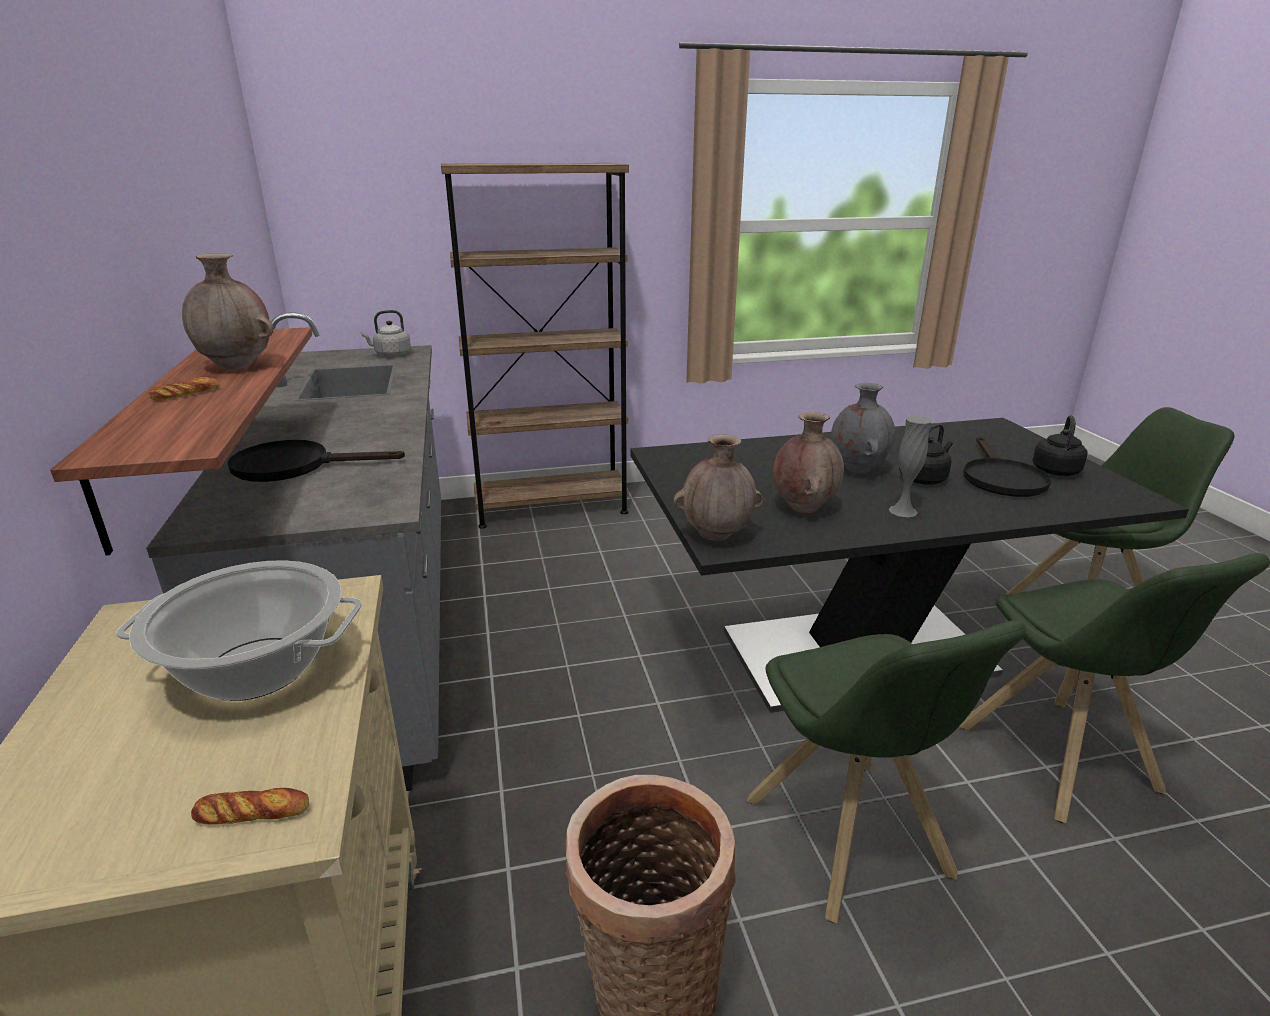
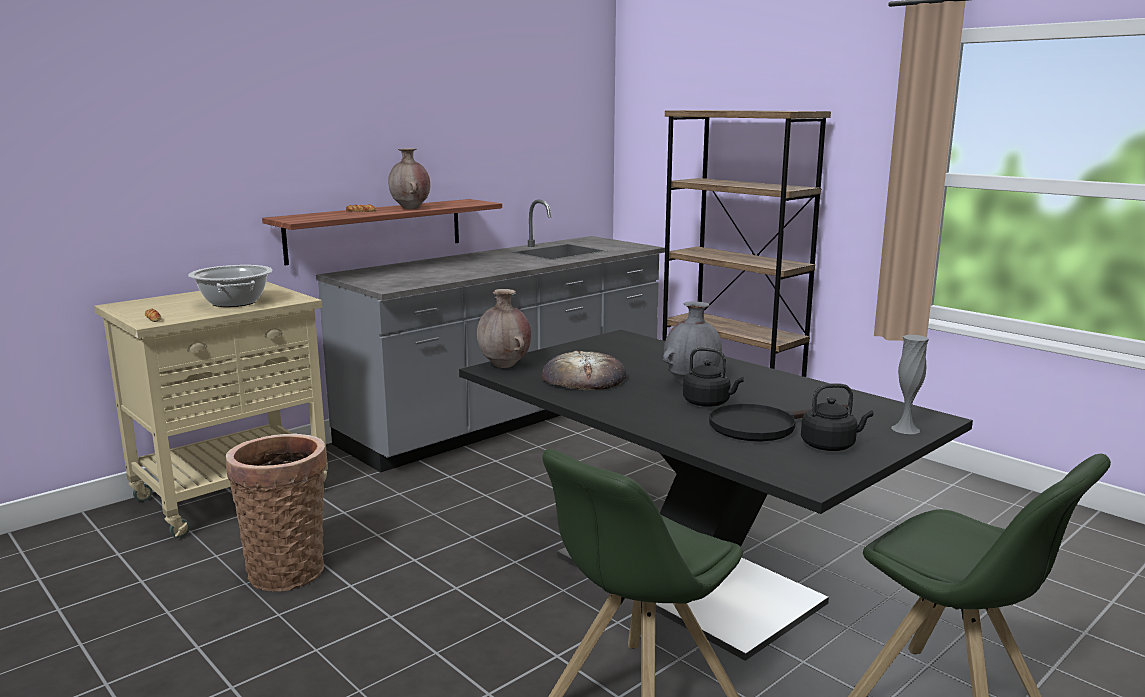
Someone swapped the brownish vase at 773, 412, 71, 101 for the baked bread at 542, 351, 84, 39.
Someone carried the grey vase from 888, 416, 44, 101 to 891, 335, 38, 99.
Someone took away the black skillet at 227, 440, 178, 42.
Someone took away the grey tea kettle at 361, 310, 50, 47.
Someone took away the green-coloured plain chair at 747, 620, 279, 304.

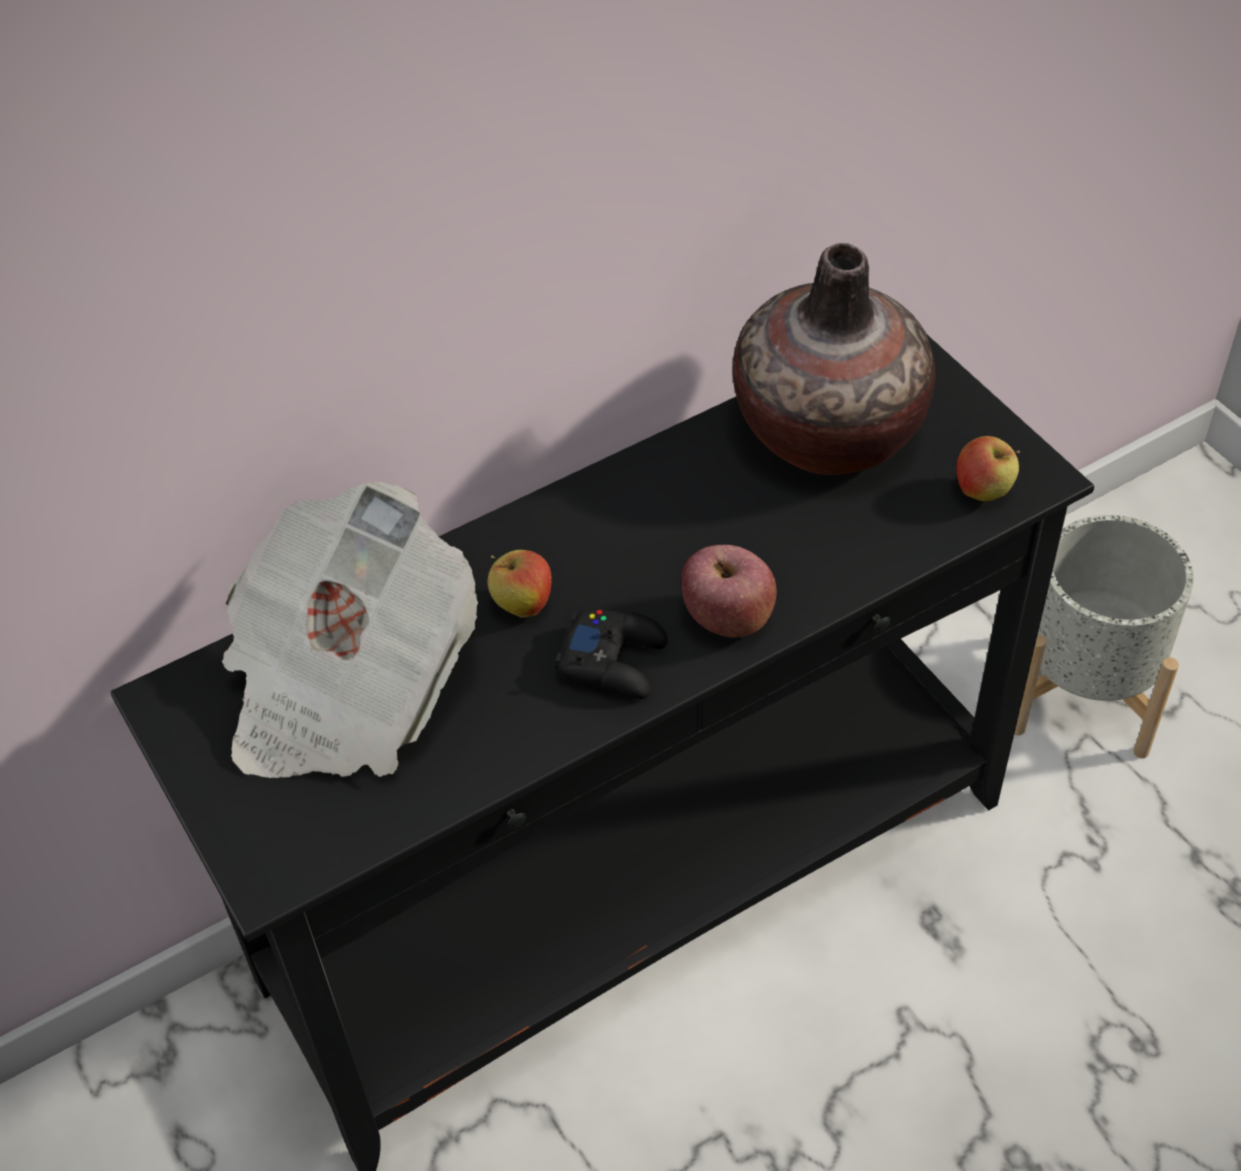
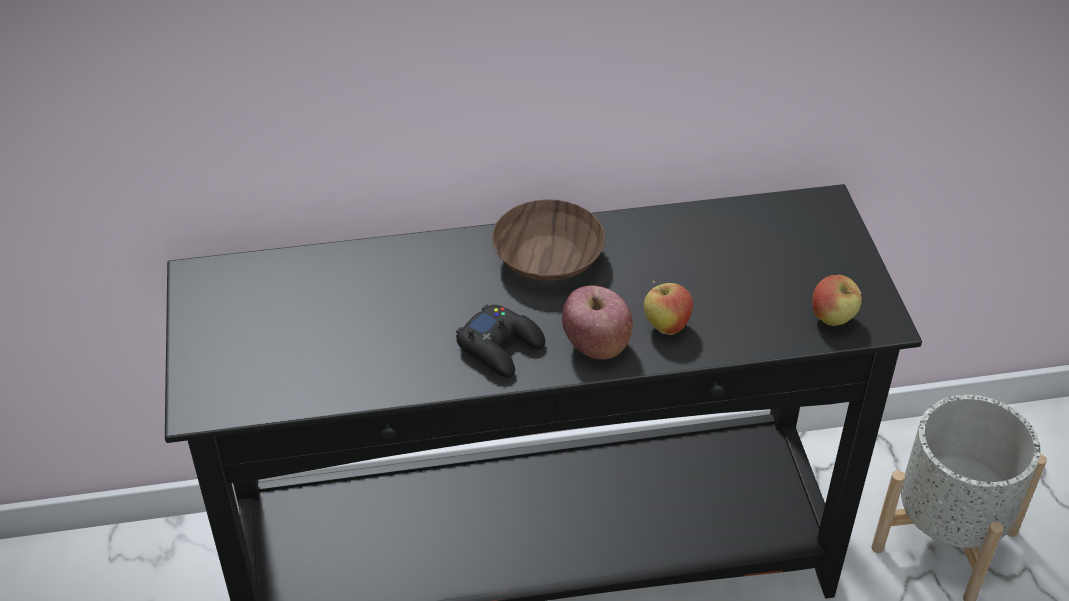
Someone put down the brownish serving bowl at 492, 199, 113, 82.
Someone carried the apple fruit from 487, 550, 64, 68 to 644, 281, 49, 54.
Someone took away the printed paper at 222, 481, 256, 297.
Someone took away the vase at 733, 243, 203, 232.

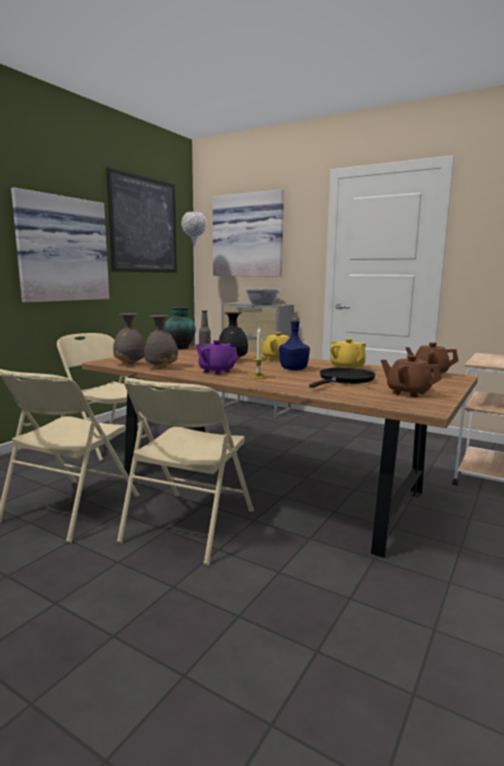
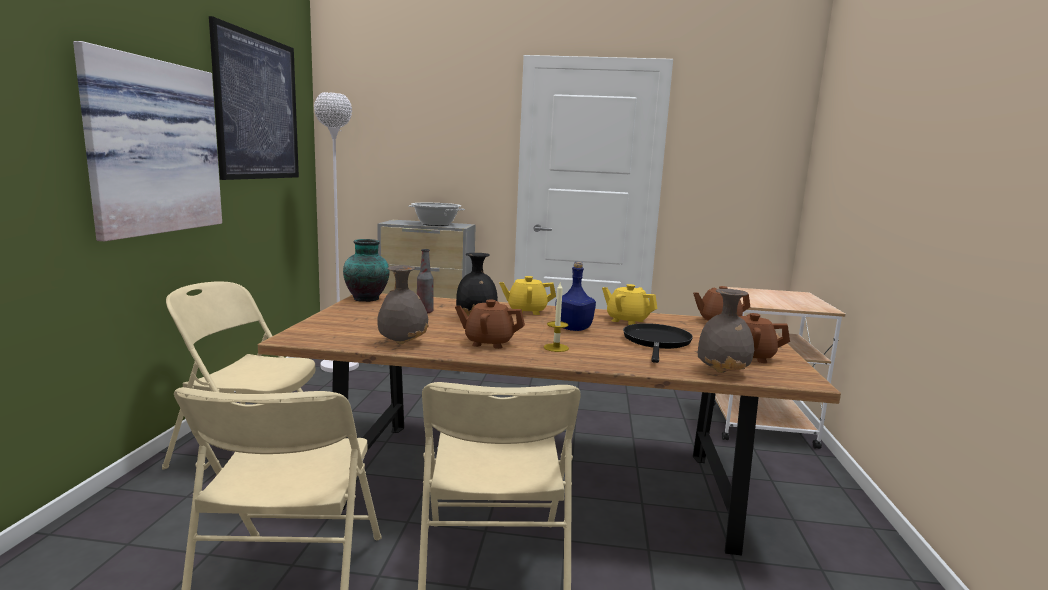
Someone repainted the purplish tea pot at 196, 340, 42, 34, which became the brownish tea pot at 455, 299, 70, 50.
Someone carried the grey vase from 113, 313, 33, 51 to 698, 289, 56, 84.
Someone took away the wall picture at 213, 189, 71, 88.

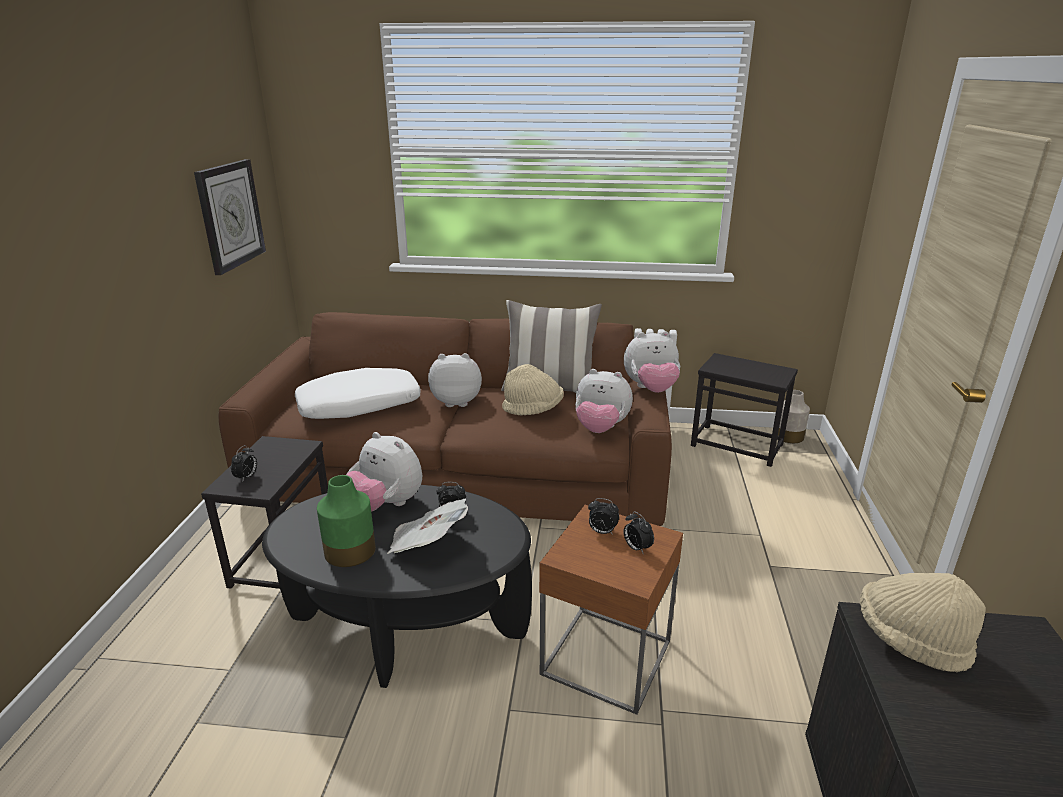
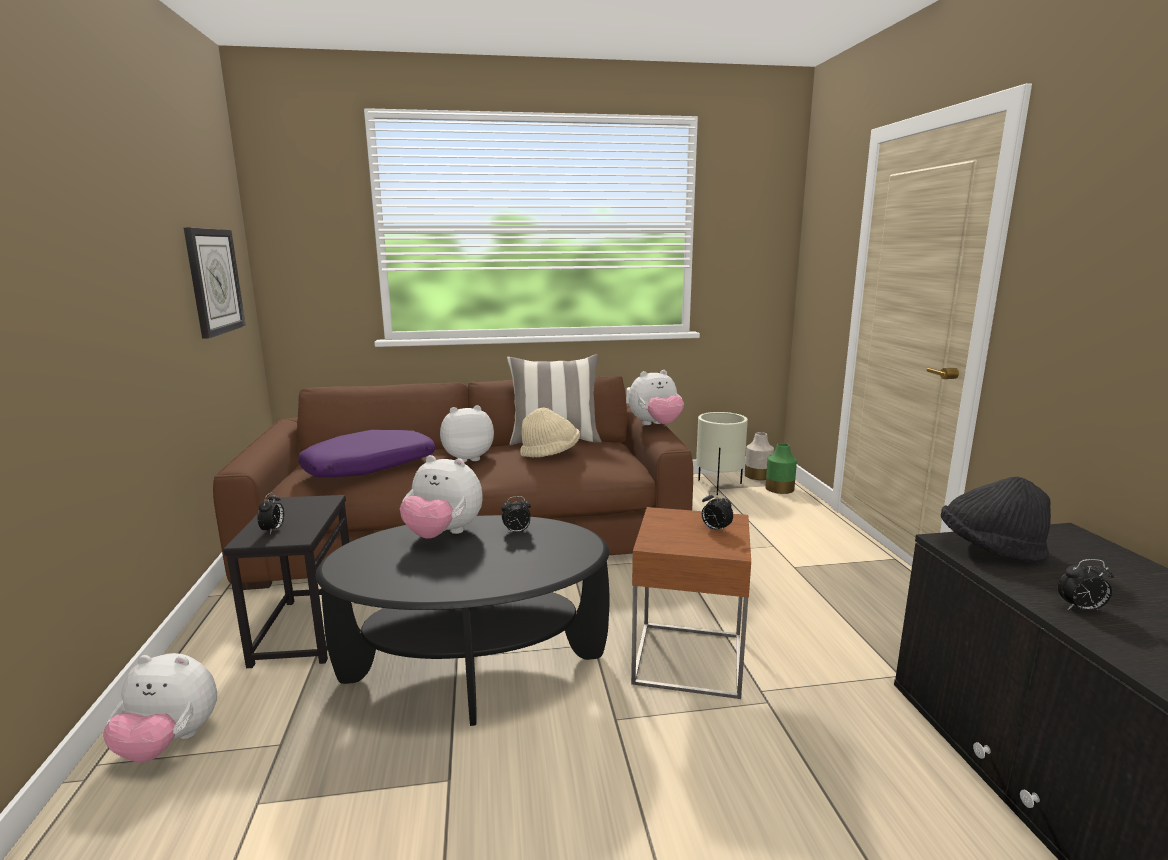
Someone carried the soft toy from 575, 369, 58, 64 to 103, 653, 114, 110.
Someone repainted the white-coloured cushion at 295, 368, 126, 51, which became the purplish cushion at 298, 430, 137, 47.
Someone swapped the black end table at 691, 353, 107, 114 for the beige-coloured plant pot at 696, 412, 52, 83.
Someone carried the green-coloured vase from 317, 475, 59, 92 to 765, 443, 32, 51.
Someone repainted the beige-coloured hat at 860, 573, 126, 99, which became the black hat at 941, 477, 110, 85.
Someone carried the bedside clock from 588, 498, 31, 37 to 1058, 559, 56, 52.
Someone took away the printed paper at 387, 499, 81, 55.

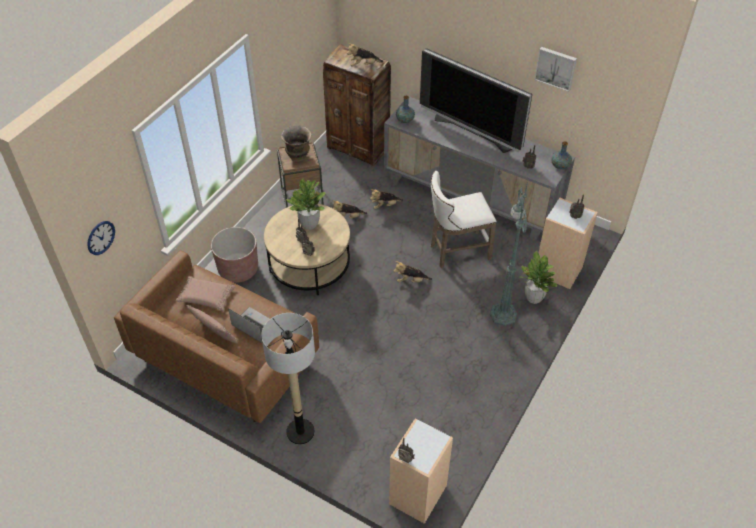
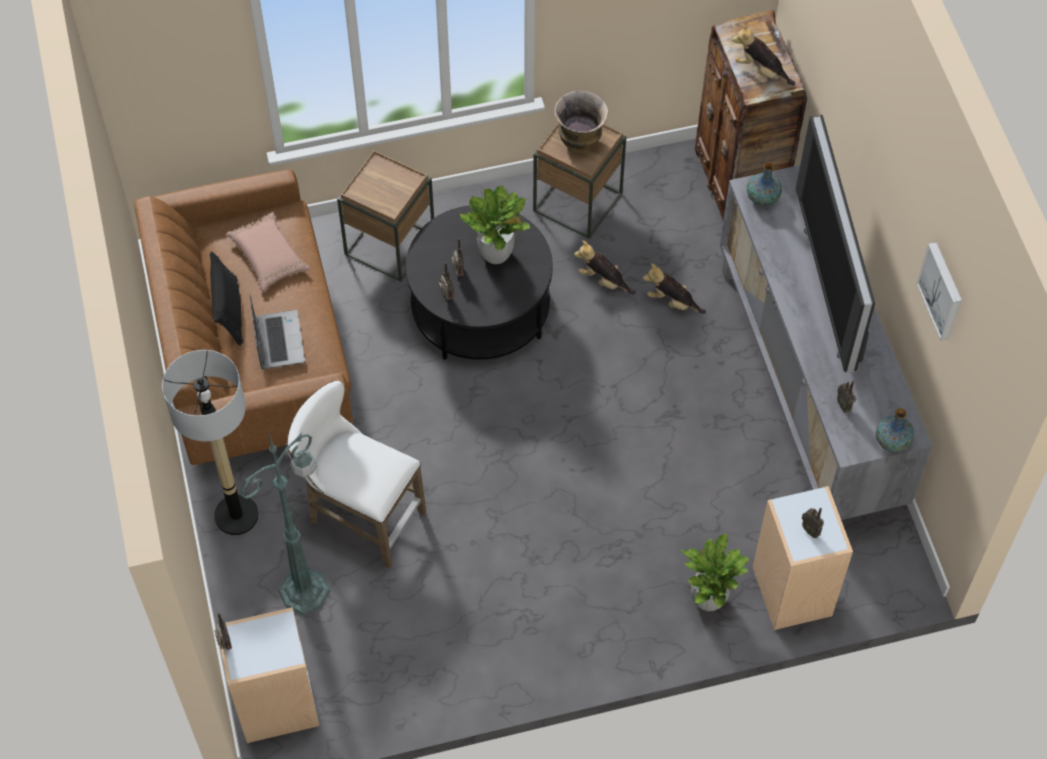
Someone repainted the beige-coloured cushion at 186, 305, 52, 39, which became the black cushion at 210, 251, 34, 95.
Someone carried the green-coloured standard lamp from 490, 181, 38, 145 to 240, 432, 90, 183.
Someone carried the white-coloured stool from 431, 171, 66, 97 to 287, 380, 139, 189.
Someone swapped the brownish plant pot at 211, 227, 47, 56 for the brownish end table at 337, 150, 97, 132.
Someone repainted the beige-coloured low table at 264, 204, 86, 91, which became the black low table at 406, 205, 147, 155.
Someone took away the clock on the wall at 87, 221, 28, 34.
Someone took away the soft toy at 393, 261, 39, 22.

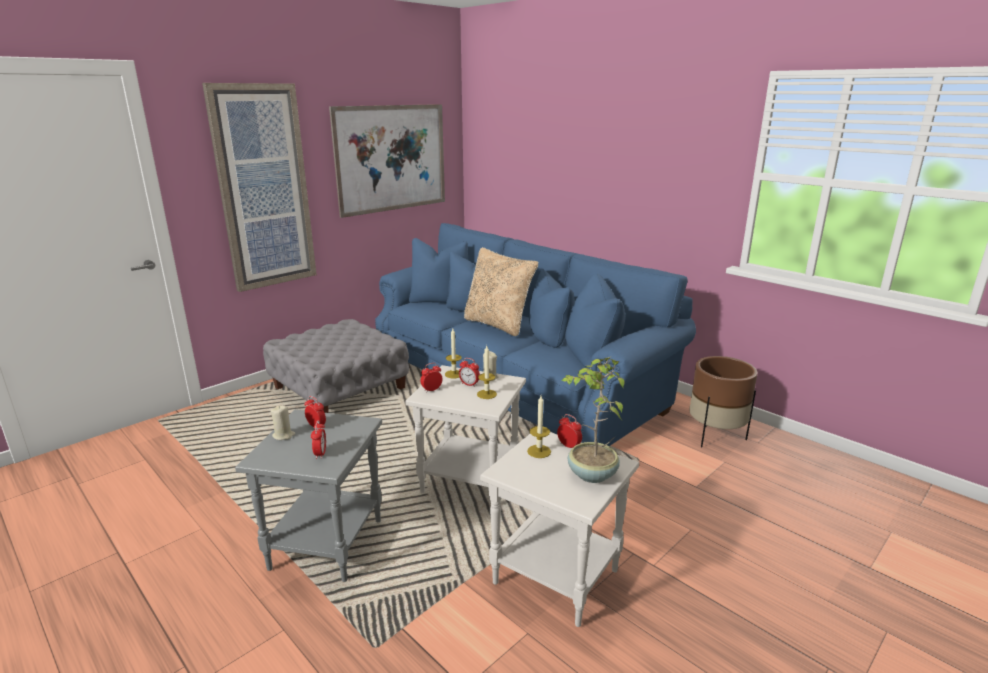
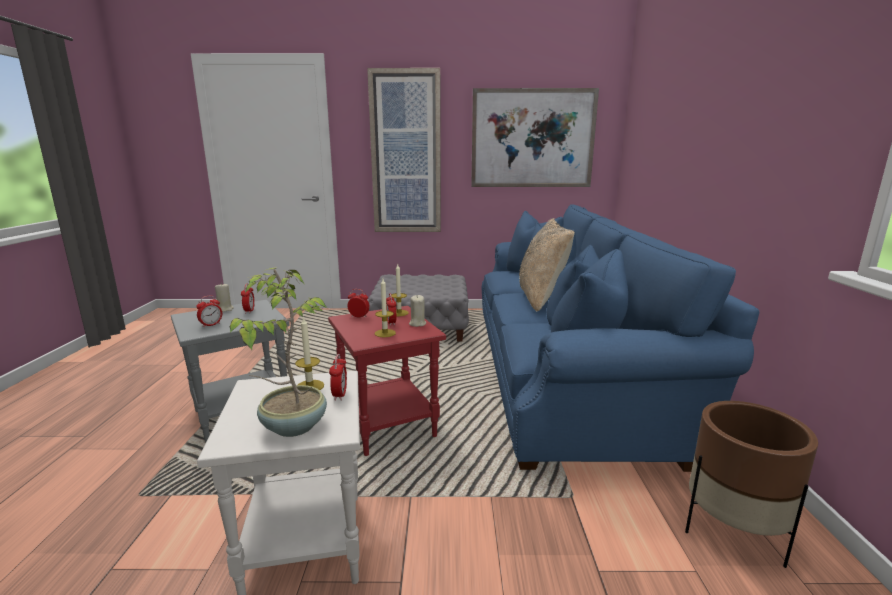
Someone repainted the white-coloured end table at 405, 365, 121, 128, which became the reddish end table at 328, 306, 118, 150.

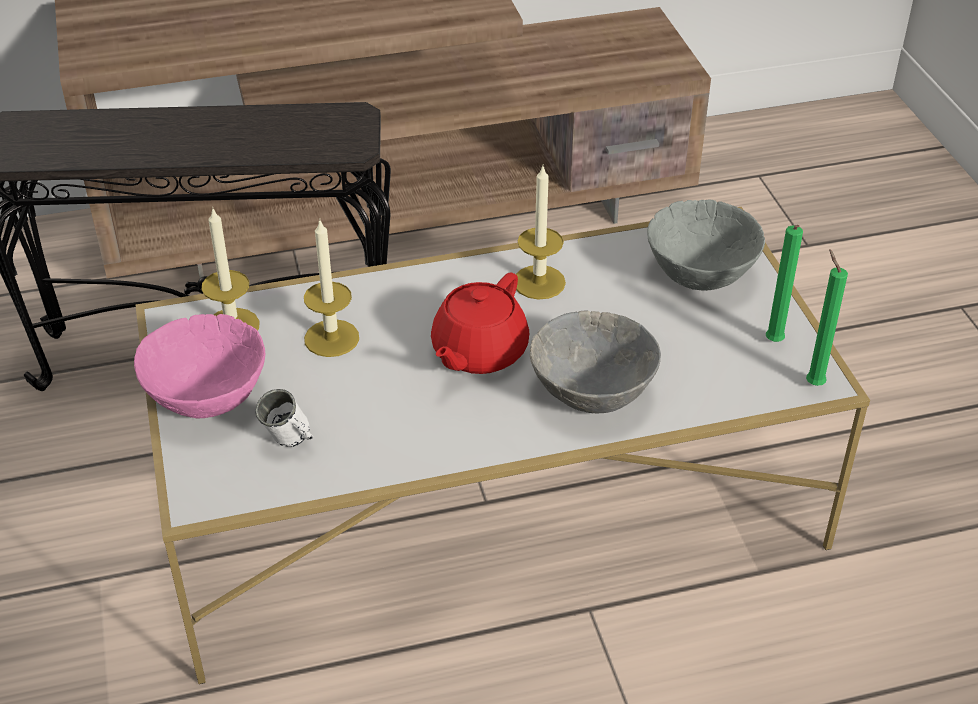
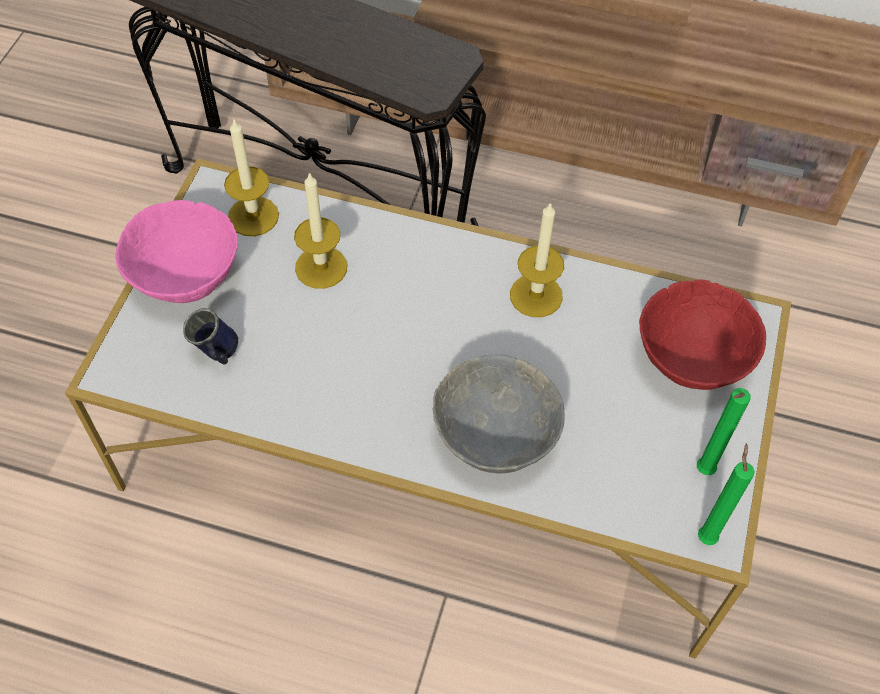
Someone repainted the white-coloured coffee mug at 255, 389, 58, 58, which became the bluish coffee mug at 183, 308, 55, 56.
Someone repainted the grey serving bowl at 647, 199, 118, 92, which became the reddish serving bowl at 639, 279, 127, 111.
Someone took away the reddish tea pot at 431, 273, 98, 101.

